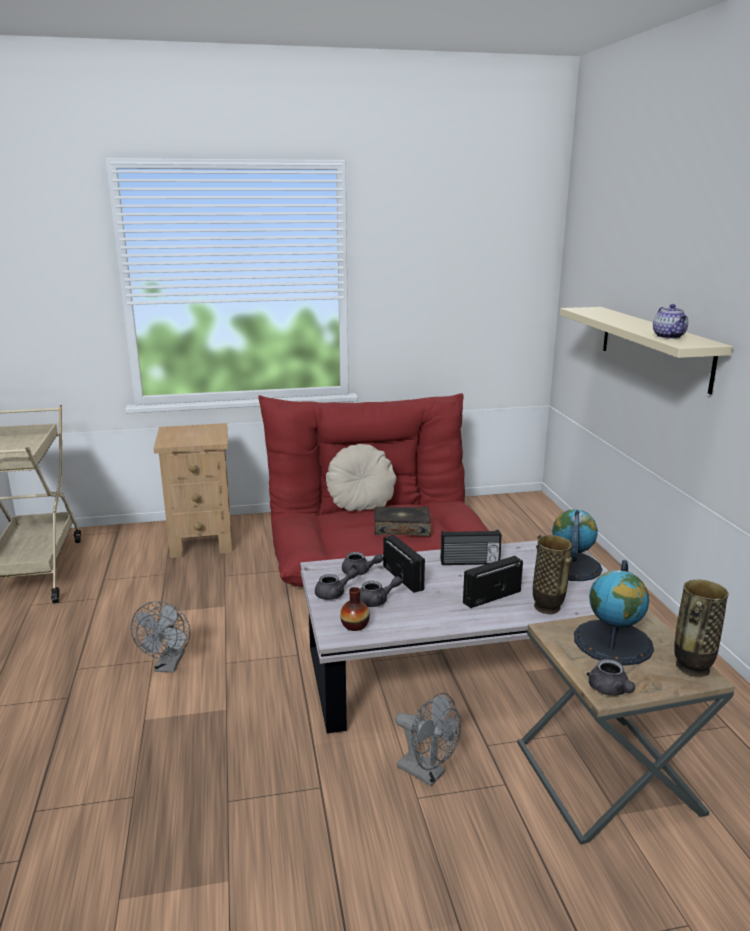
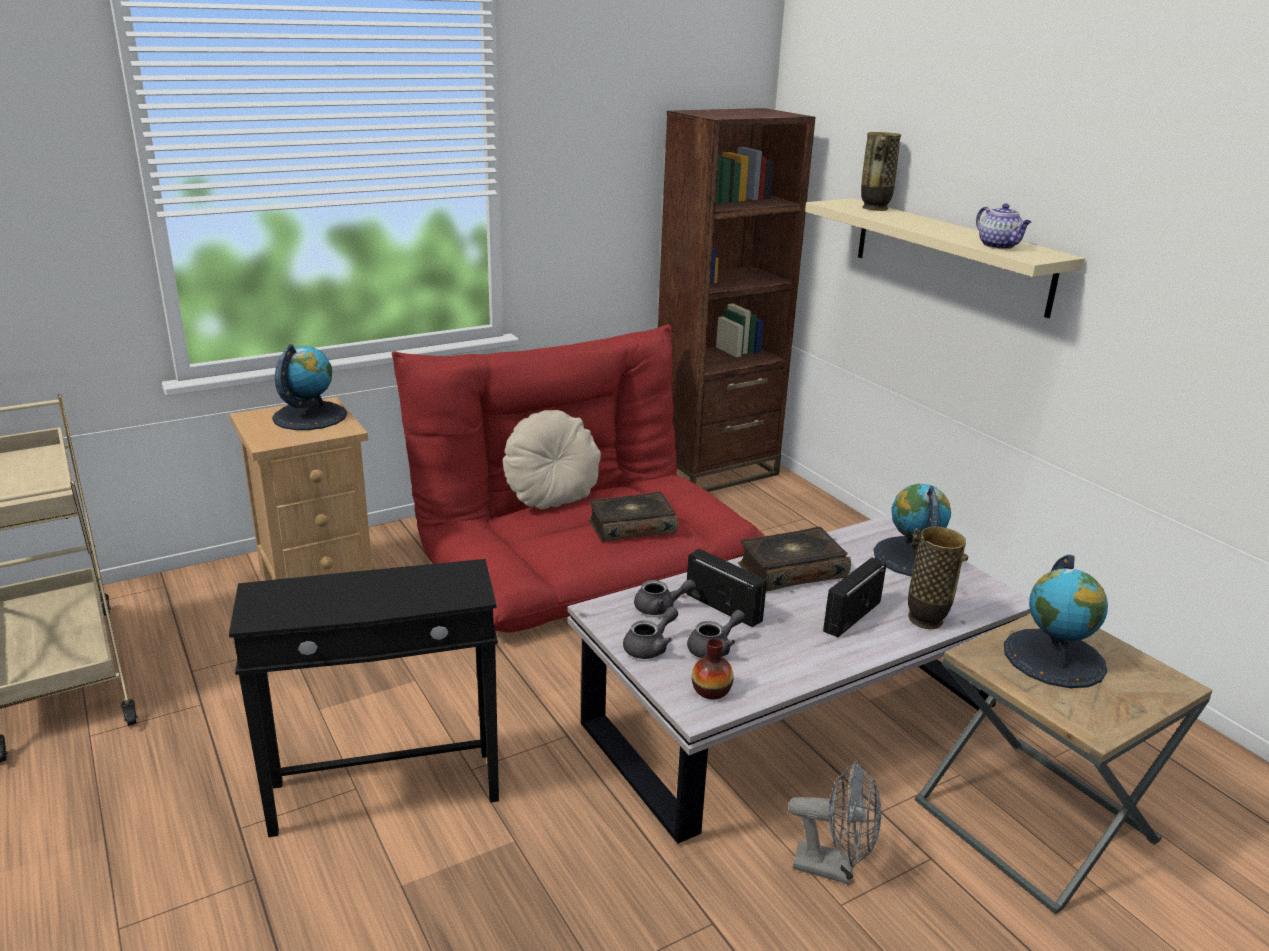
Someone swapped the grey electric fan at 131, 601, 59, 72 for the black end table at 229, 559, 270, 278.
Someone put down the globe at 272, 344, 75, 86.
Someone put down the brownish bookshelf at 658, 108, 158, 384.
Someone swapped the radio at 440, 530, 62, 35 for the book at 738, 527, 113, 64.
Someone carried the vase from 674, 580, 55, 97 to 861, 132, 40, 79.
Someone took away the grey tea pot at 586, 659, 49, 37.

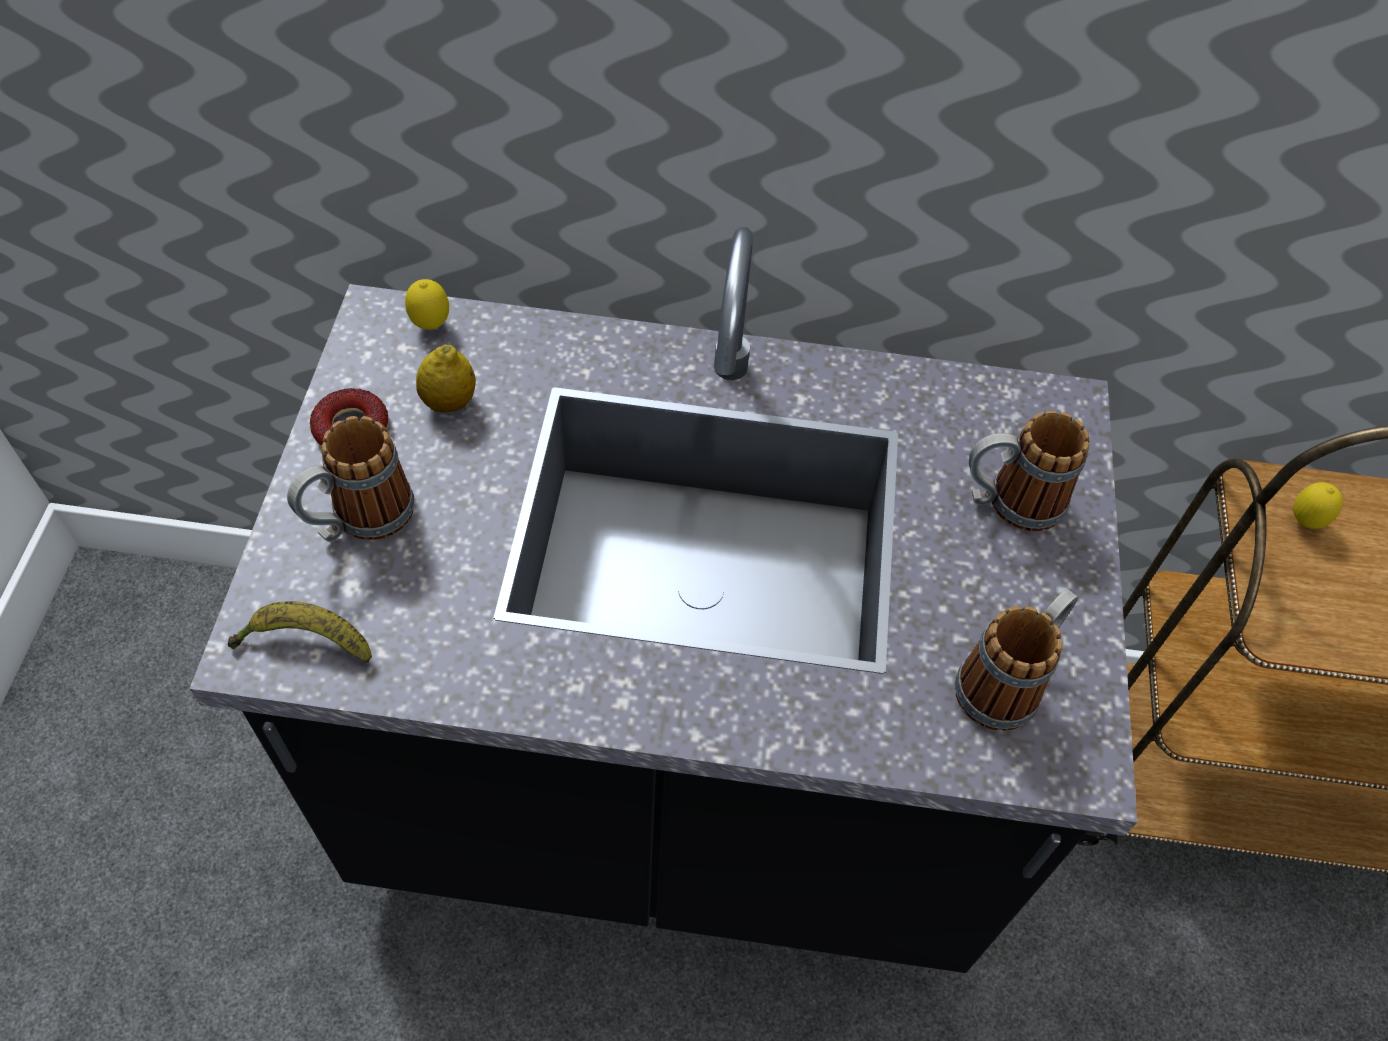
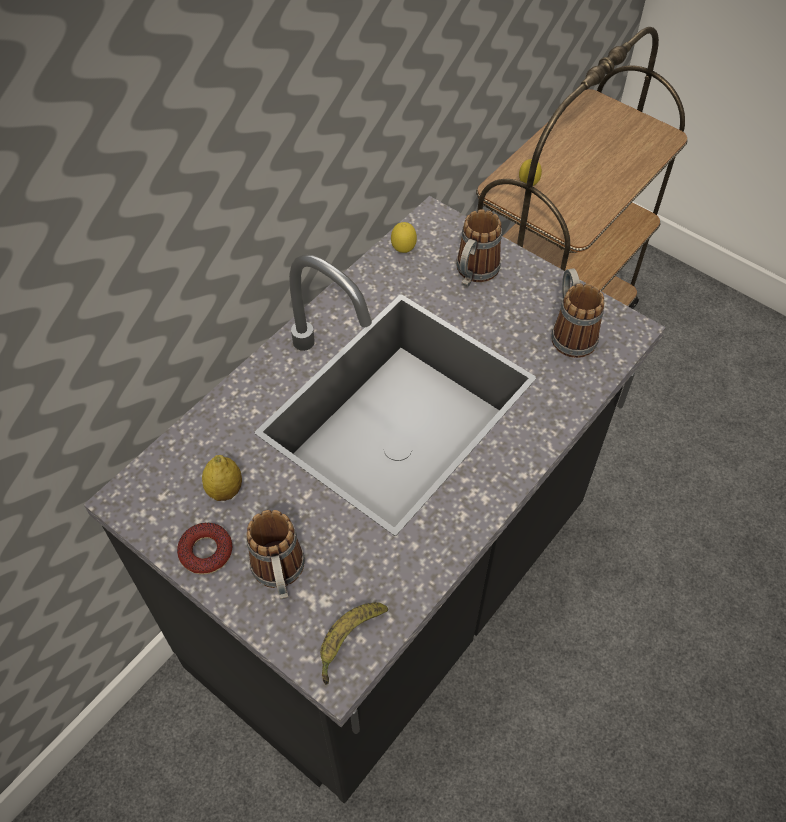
Someone carried the lemon from 405, 279, 44, 51 to 391, 222, 26, 31.

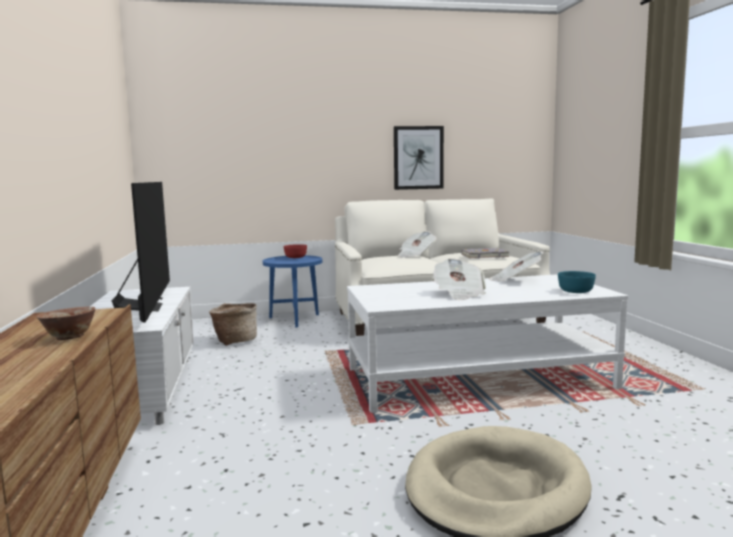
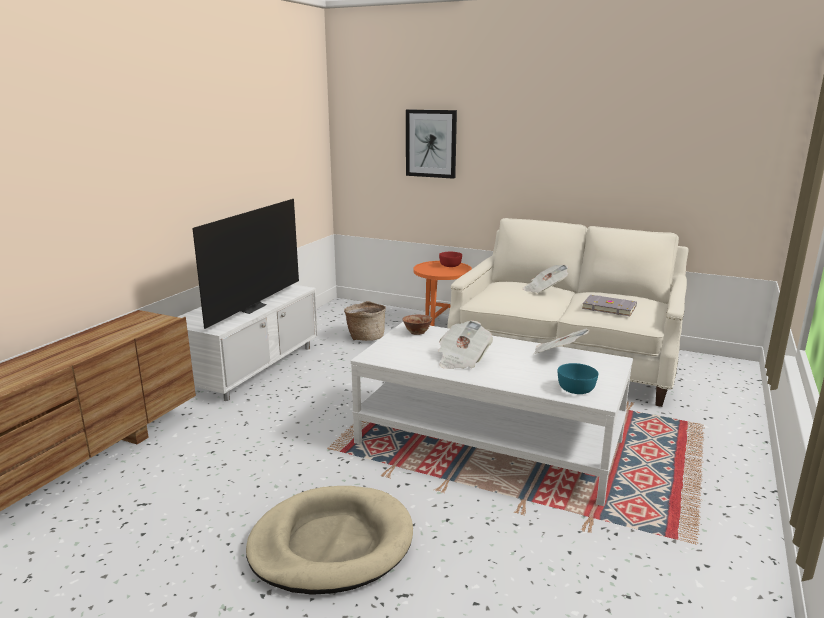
Someone carried the serving bowl from 37, 307, 58, 33 to 402, 315, 30, 20.
Someone carried the wall picture from 394, 126, 50, 64 to 406, 109, 51, 70.
Someone repainted the bluish end table at 263, 255, 59, 73, which became the orangey end table at 414, 261, 58, 65.

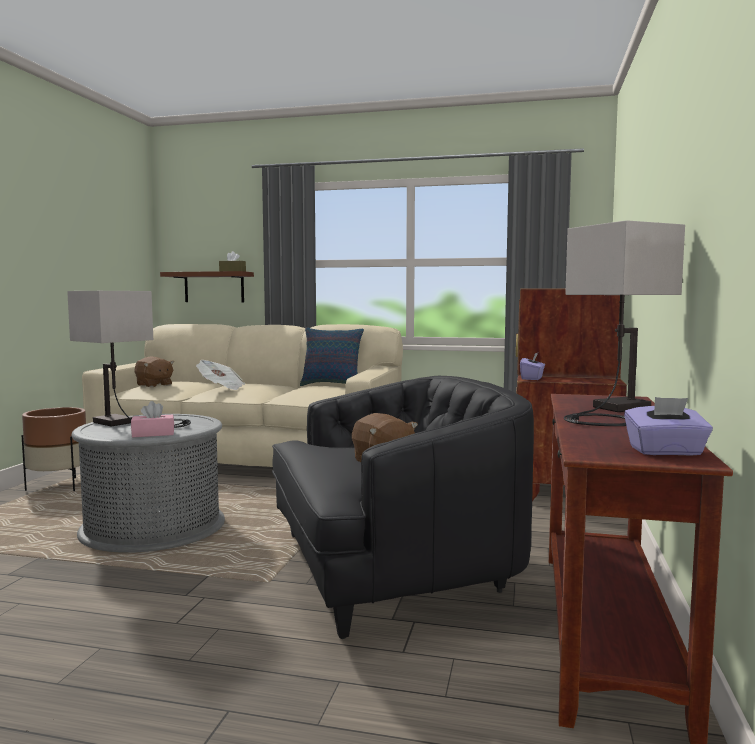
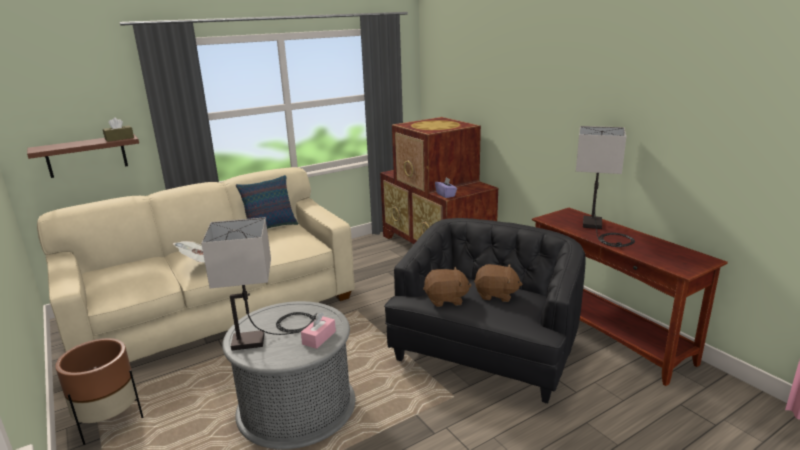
Someone carried the brownish soft toy from 135, 356, 39, 31 to 423, 267, 49, 40.
Someone took away the purplish box of tissues at 624, 397, 89, 59.

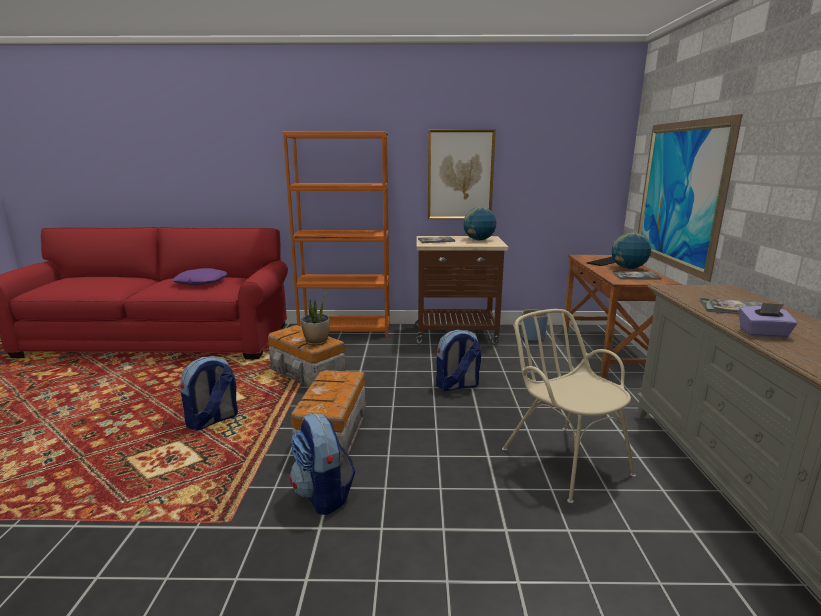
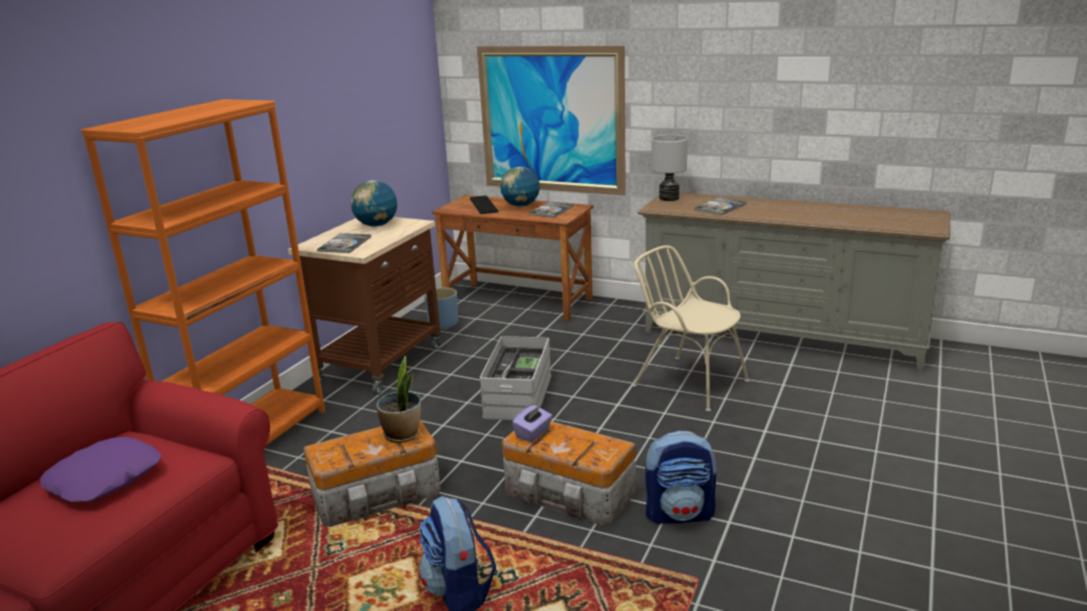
Someone swapped the knapsack at 436, 329, 45, 62 for the grey storage box at 480, 336, 71, 84.
Someone carried the purplish box of tissues from 739, 303, 59, 35 to 512, 405, 40, 37.
Someone rotated the beige-coloured plain chair at 502, 309, 134, 194 by 45 degrees clockwise.
Someone put down the grey lamp for a table at 652, 135, 36, 66.
Someone took away the wall picture at 428, 129, 68, 90.

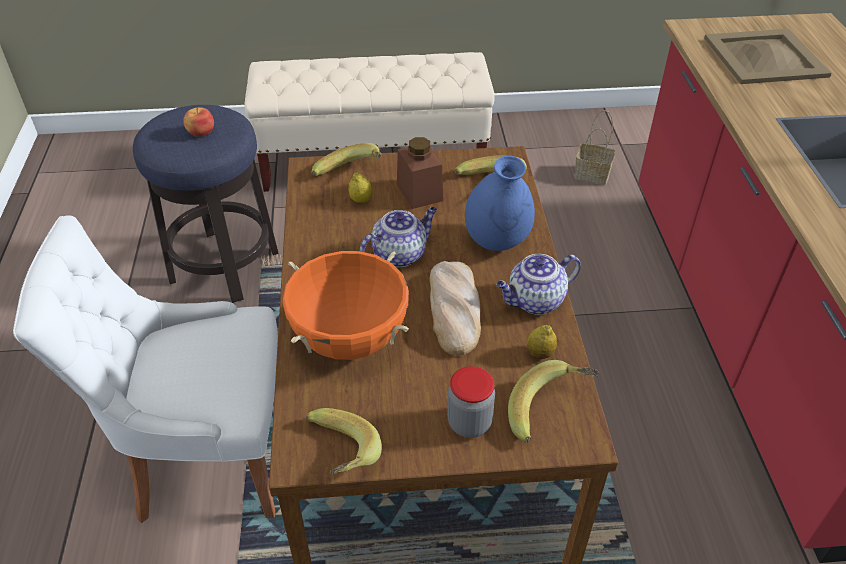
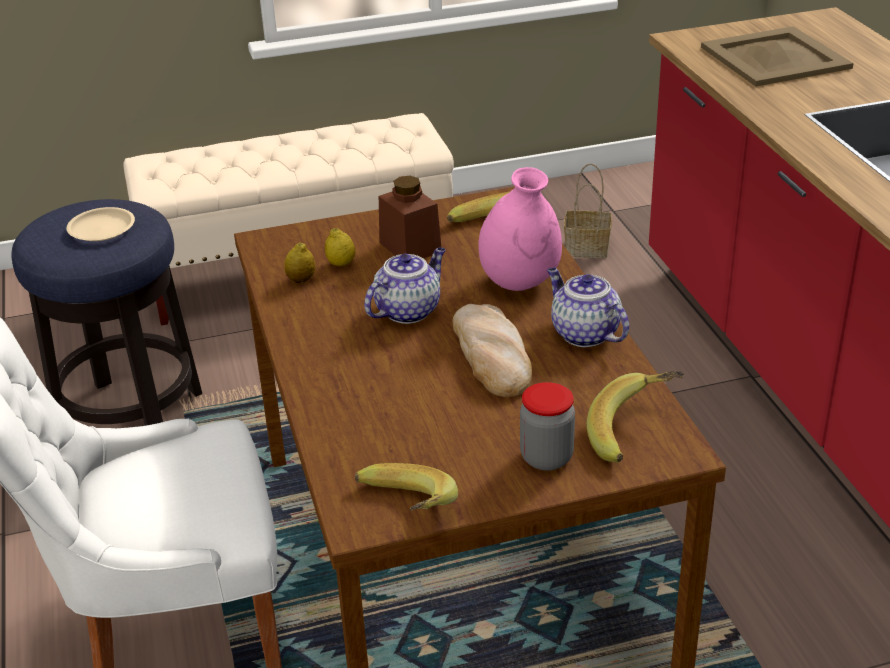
Someone swapped the apple fruit at 183, 107, 31, 30 for the beige-coloured flat dish at 66, 207, 69, 34.
Someone carried the lemon from 527, 325, 30, 34 to 284, 242, 31, 41.
Someone repainted the bluish vase at 465, 156, 70, 95, which became the pink vase at 478, 167, 84, 124.
Someone rotated the tea pot at 496, 254, 85, 61 by 90 degrees clockwise.
Someone took away the orangey cooking pot at 283, 251, 126, 109.
Someone took away the banana fruit at 312, 143, 70, 33.

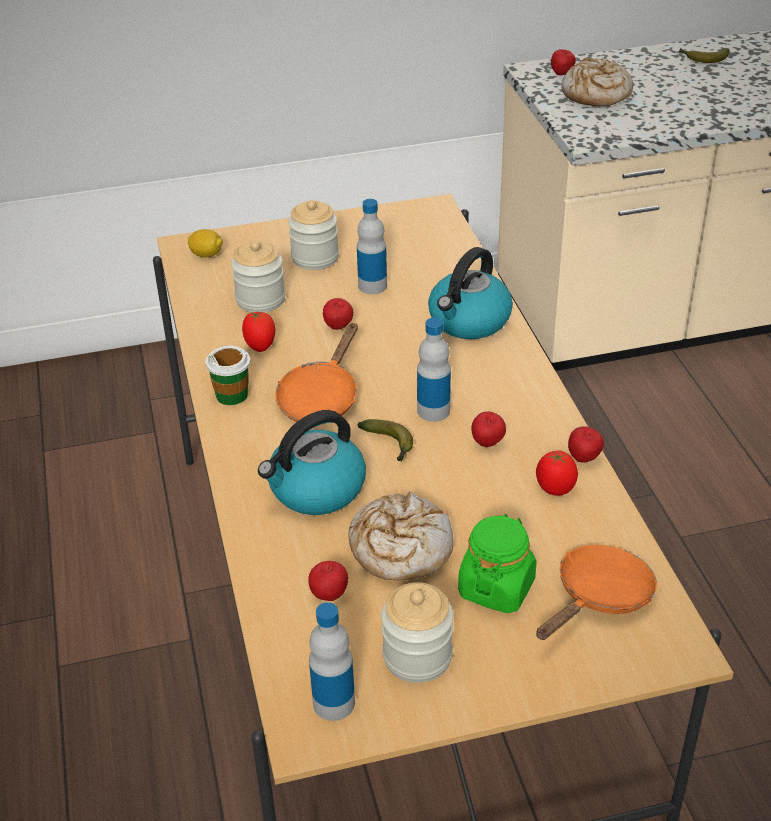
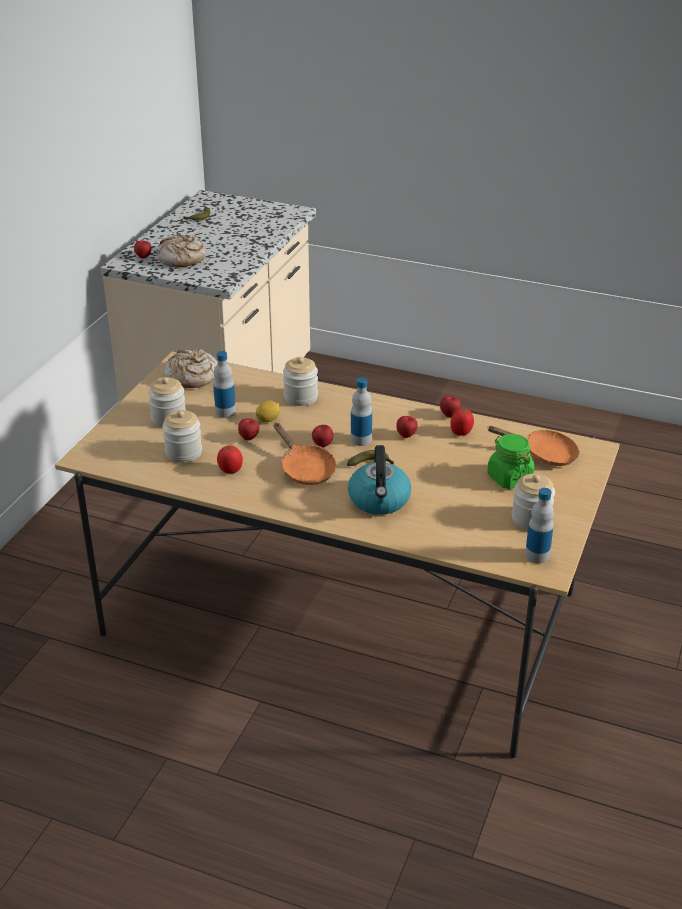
Someone carried the baked bread from 348, 491, 106, 89 to 163, 349, 55, 39.
Someone carried the lemon from 188, 229, 35, 29 to 256, 400, 24, 22.
Someone swapped the tea kettle at 428, 247, 85, 92 for the storage jar at 283, 357, 35, 49.
Someone carried the apple fruit from 308, 561, 40, 40 to 312, 425, 21, 22.
Someone rotated the orangey skillet at 536, 545, 121, 95 by 120 degrees clockwise.
Someone took away the drinking cup at 205, 345, 46, 60.

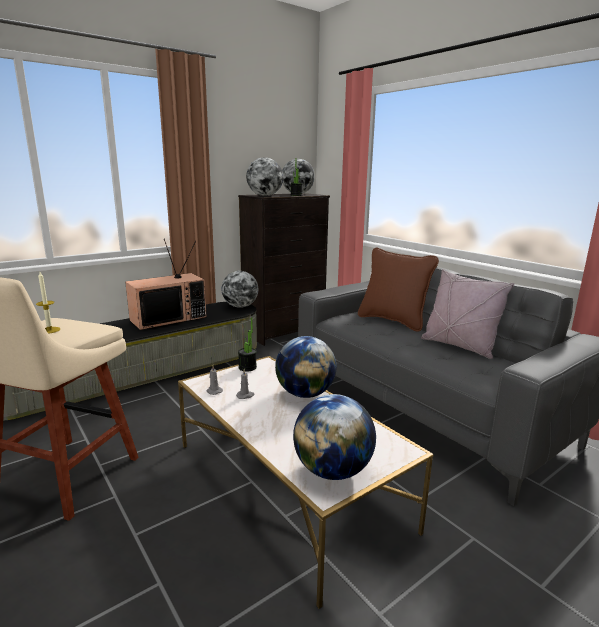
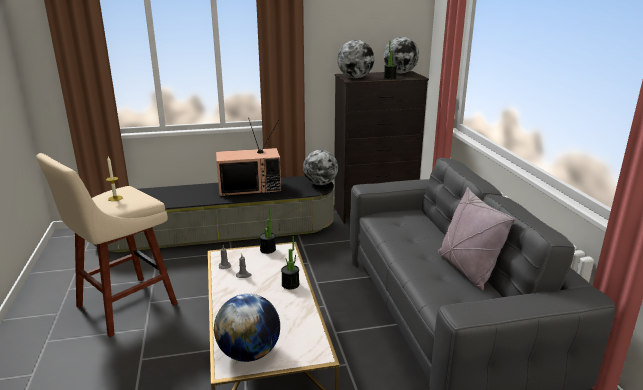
Someone swapped the globe at 275, 336, 62, 62 for the houseplant at 281, 236, 18, 54.
Someone took away the brownish cushion at 358, 248, 81, 84.

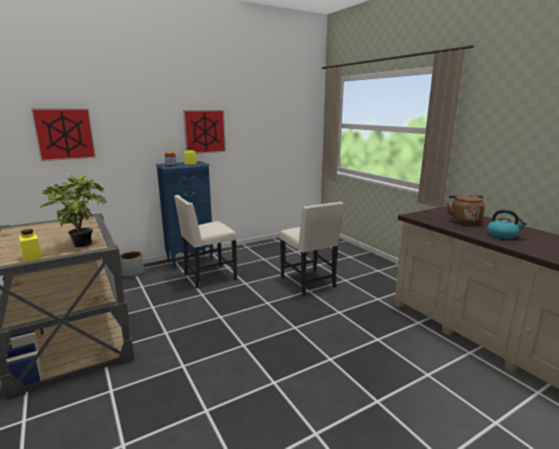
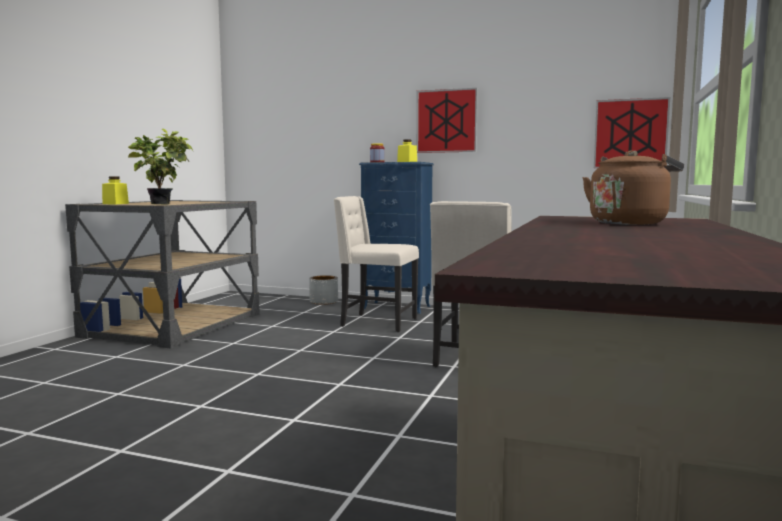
Someone carried the wall picture from 31, 108, 65, 53 to 594, 97, 76, 71.
Someone took away the tea kettle at 487, 209, 40, 30.

